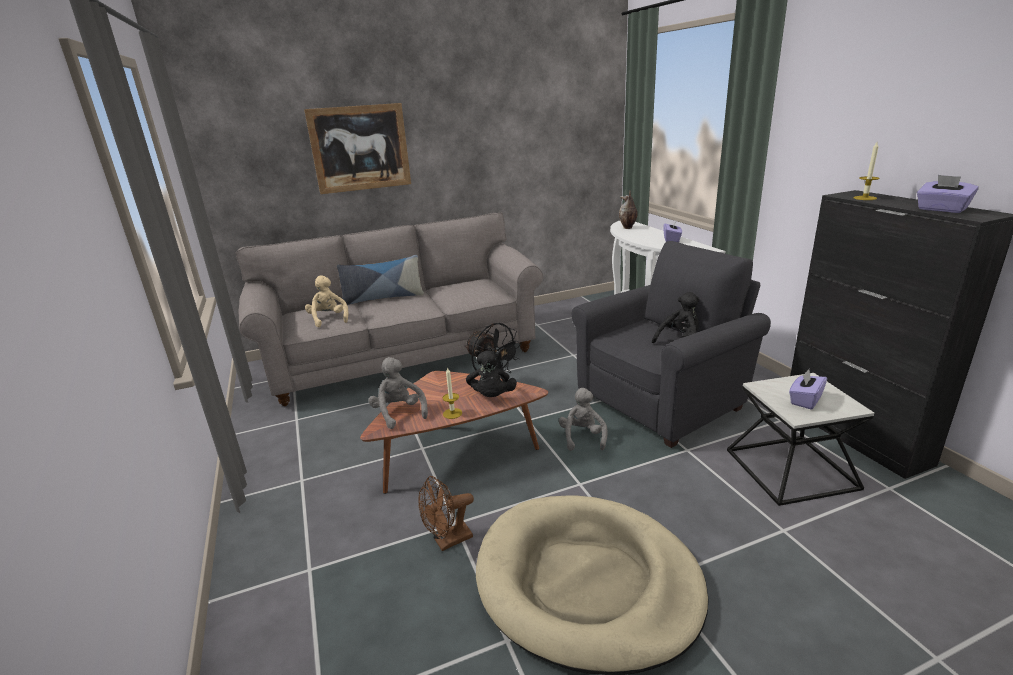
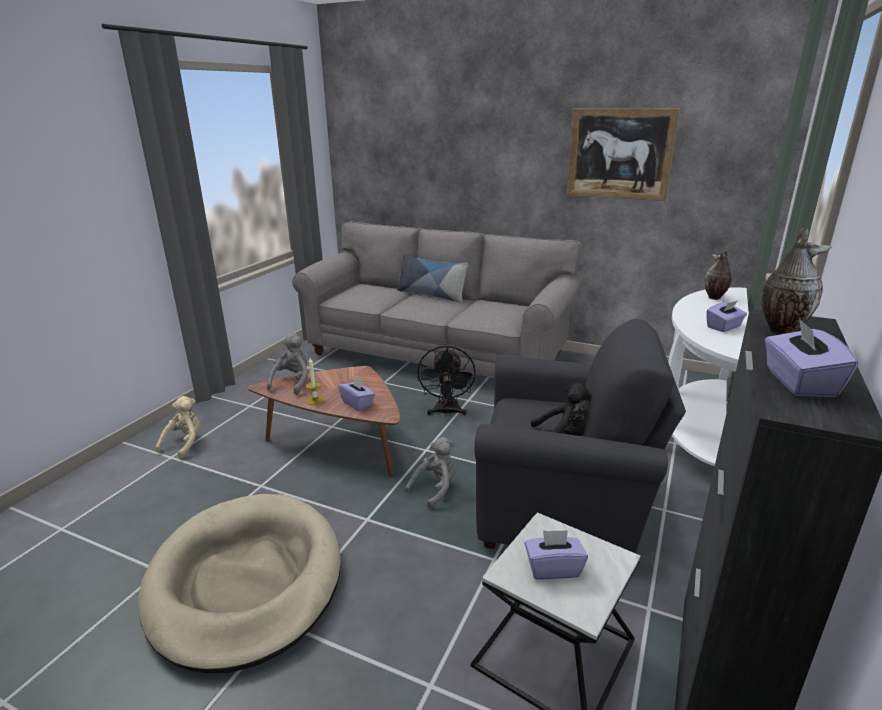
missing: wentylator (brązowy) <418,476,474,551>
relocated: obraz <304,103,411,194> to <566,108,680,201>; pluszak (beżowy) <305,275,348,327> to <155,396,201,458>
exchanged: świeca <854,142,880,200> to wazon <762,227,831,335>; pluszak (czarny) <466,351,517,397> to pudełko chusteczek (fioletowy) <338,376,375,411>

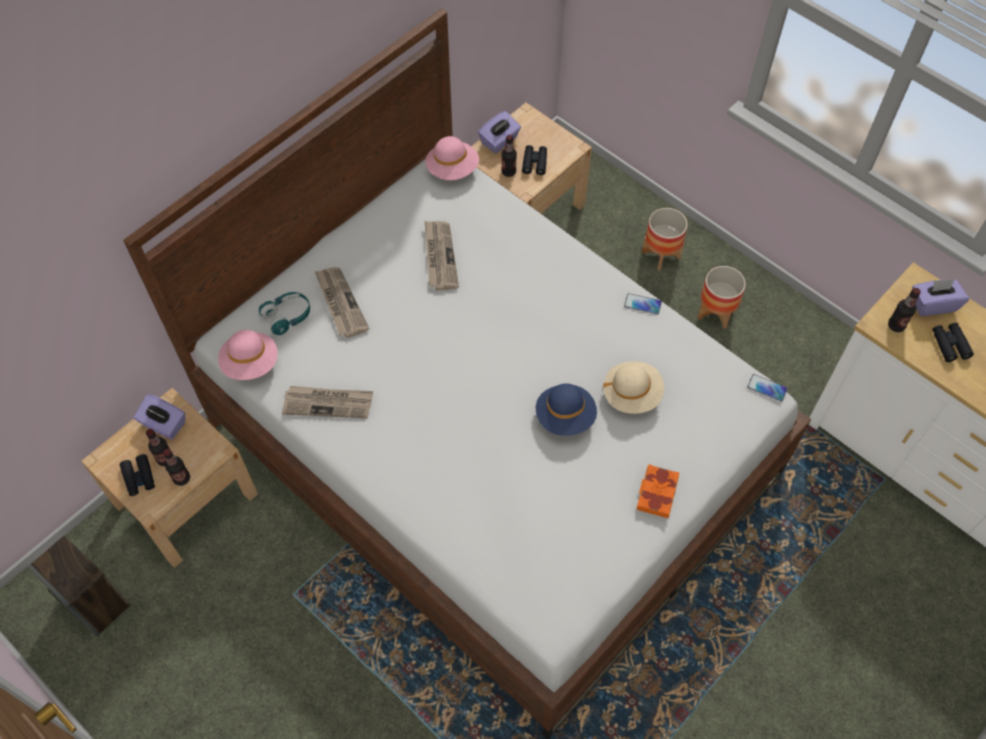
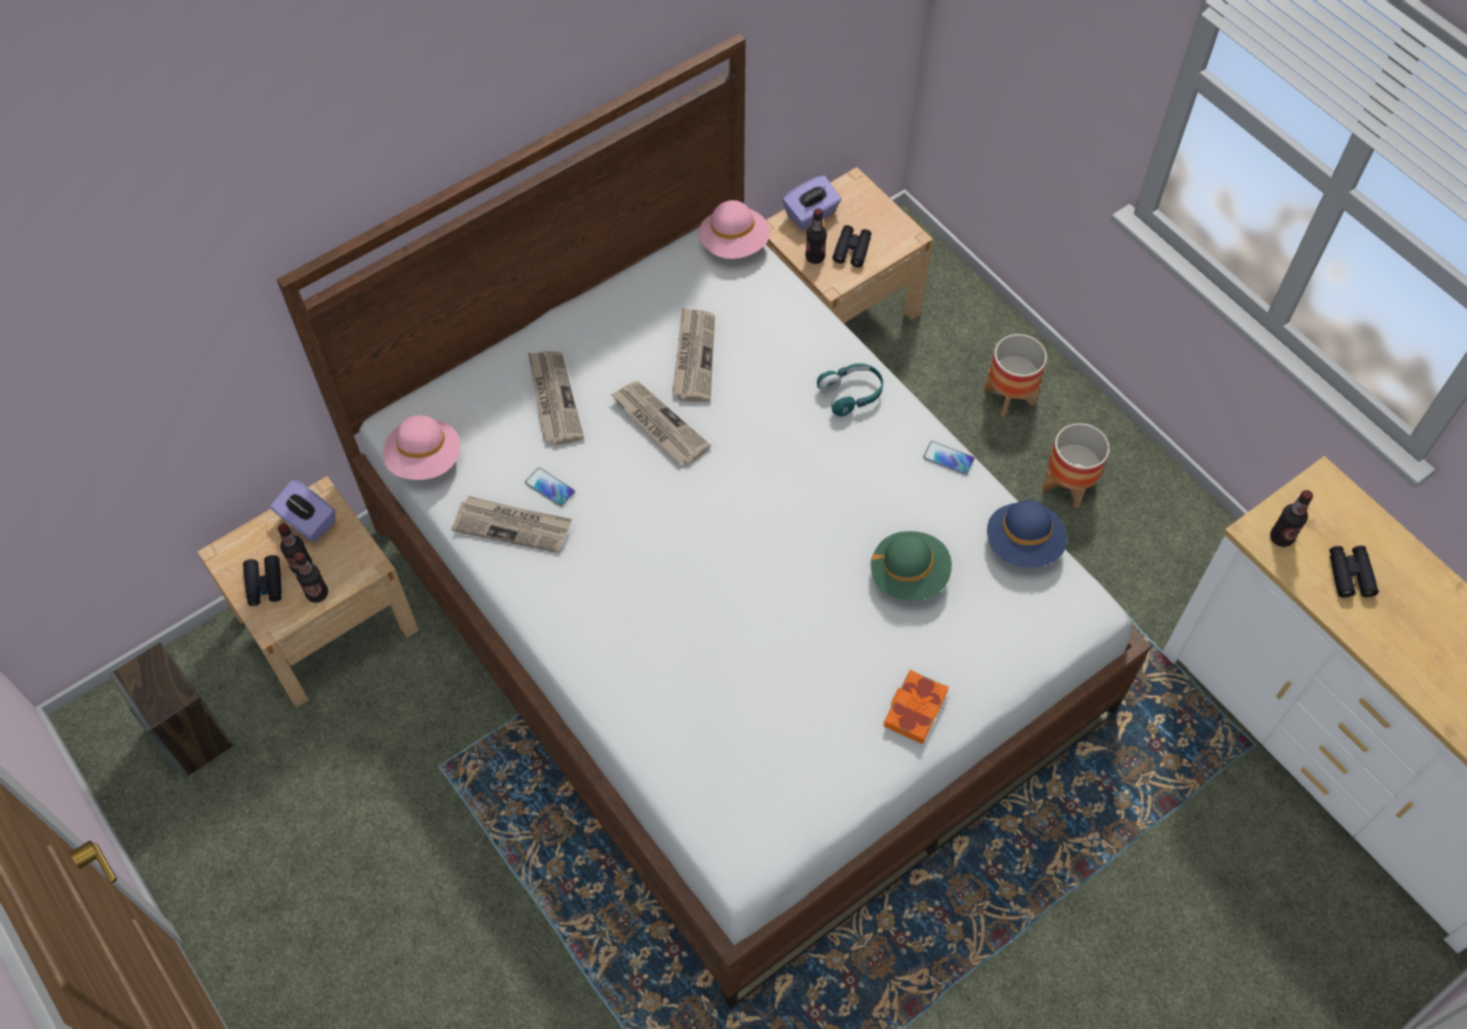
missing: pudełko chusteczek (fioletowy) <912,279,969,316>
appeared: gazeta <610,381,711,465>
relocated: słuchawki (turkusowy) <259,292,310,335> to <817,363,883,416>; telefon <747,374,788,401> to <525,468,575,507>; kapelusz (niebieski) <536,383,597,436> to <987,500,1067,568>
colour: kapelusz (beżowy) <602,361,664,414> to kapelusz (zielony) <870,531,952,601>

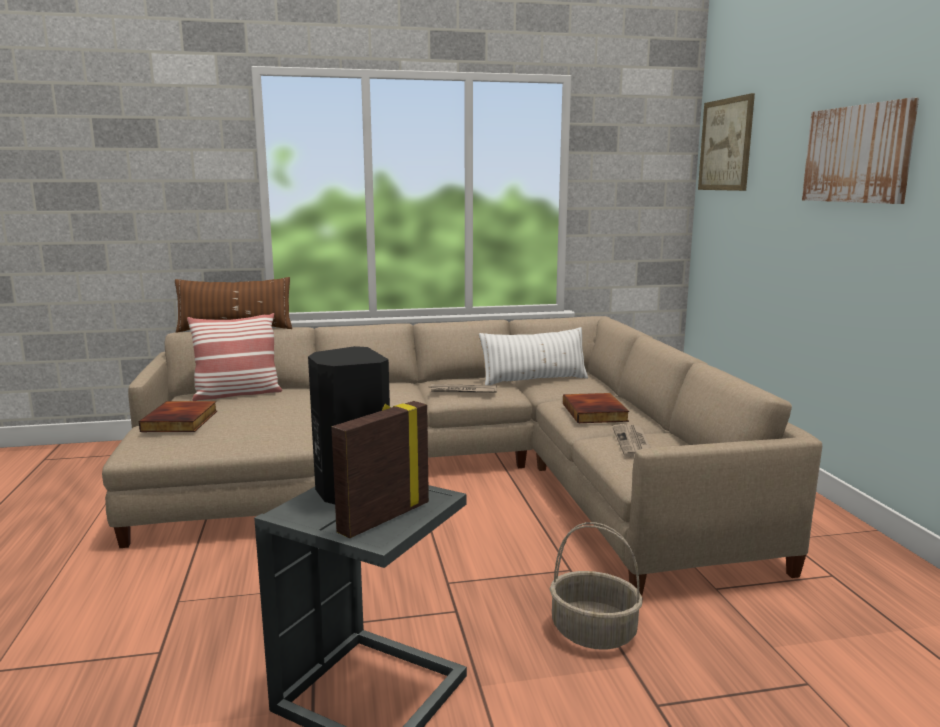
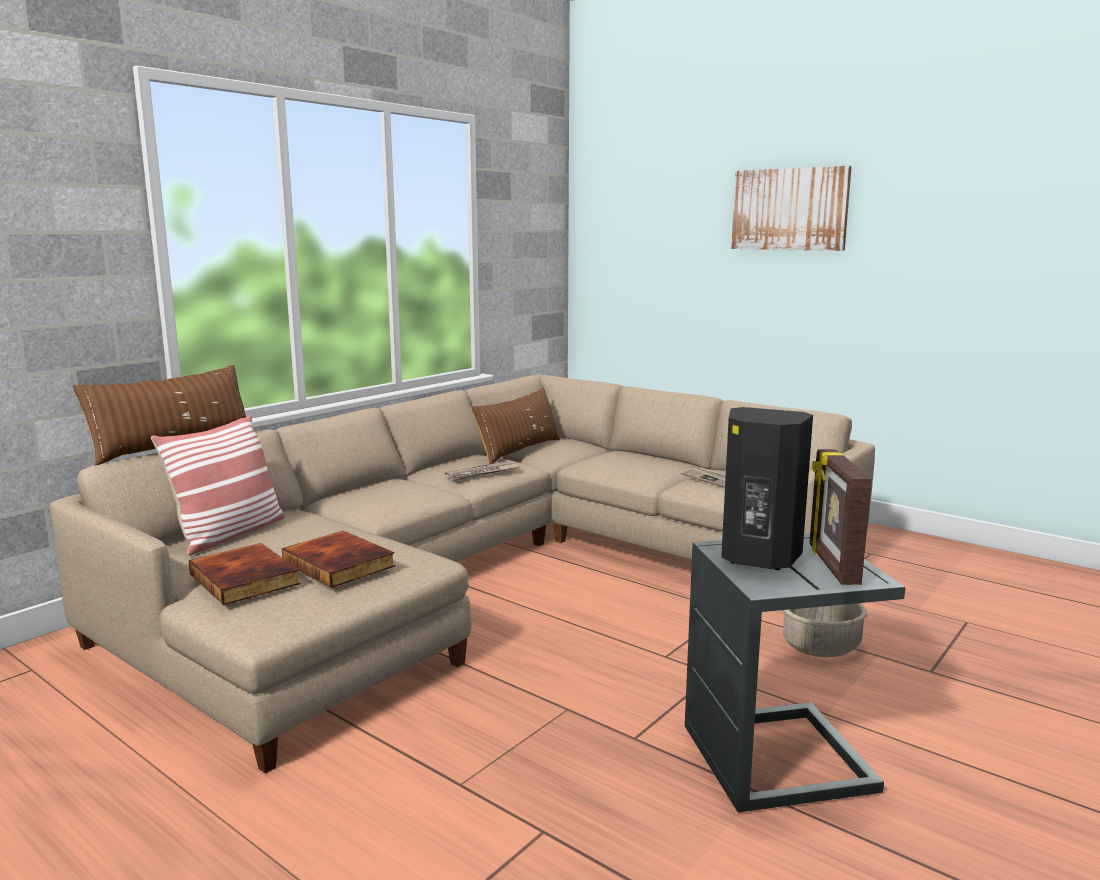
missing: obraz <698,93,755,191>
relocated: książka <563,393,629,423> to <282,530,395,588>
colour: poduszka (biały) <479,327,588,385> to poduszka (brązowy) <471,387,560,464>

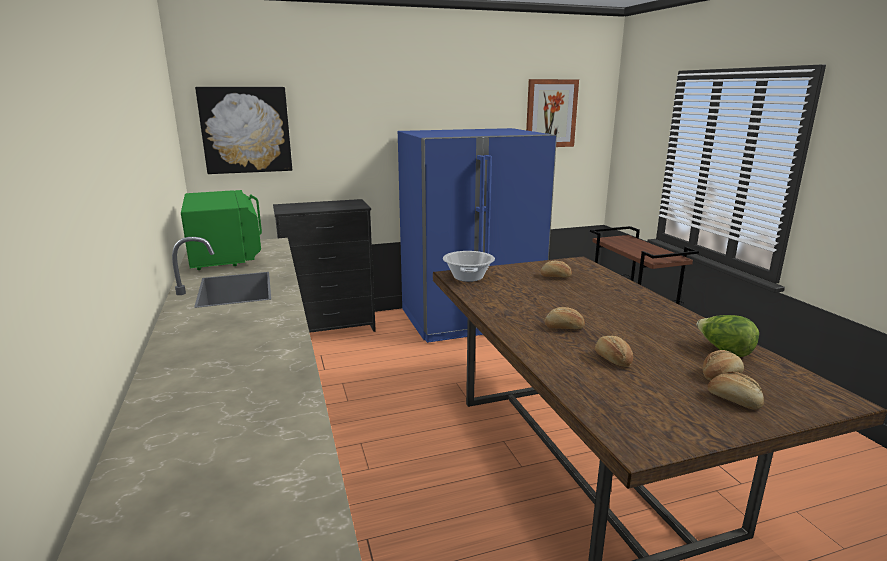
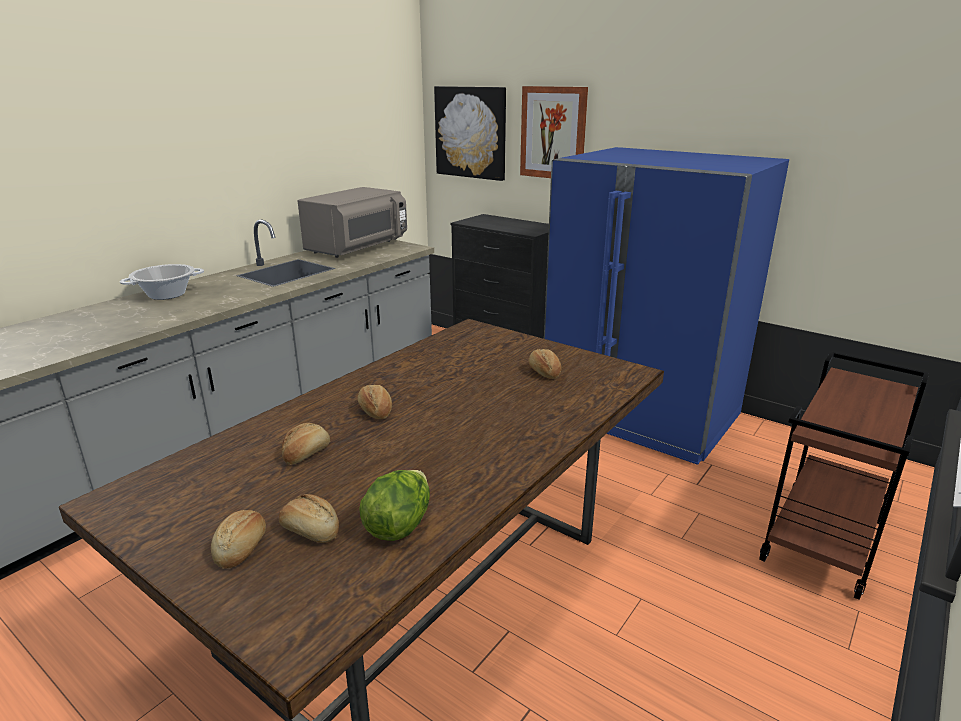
relocated: obraz <526,79,579,147> to <520,86,588,178>; garnek <443,251,495,282> to <120,264,204,300>
colour: mikrofalówka (zielony) <181,190,262,270> to mikrofalówka (szary) <298,187,407,258>

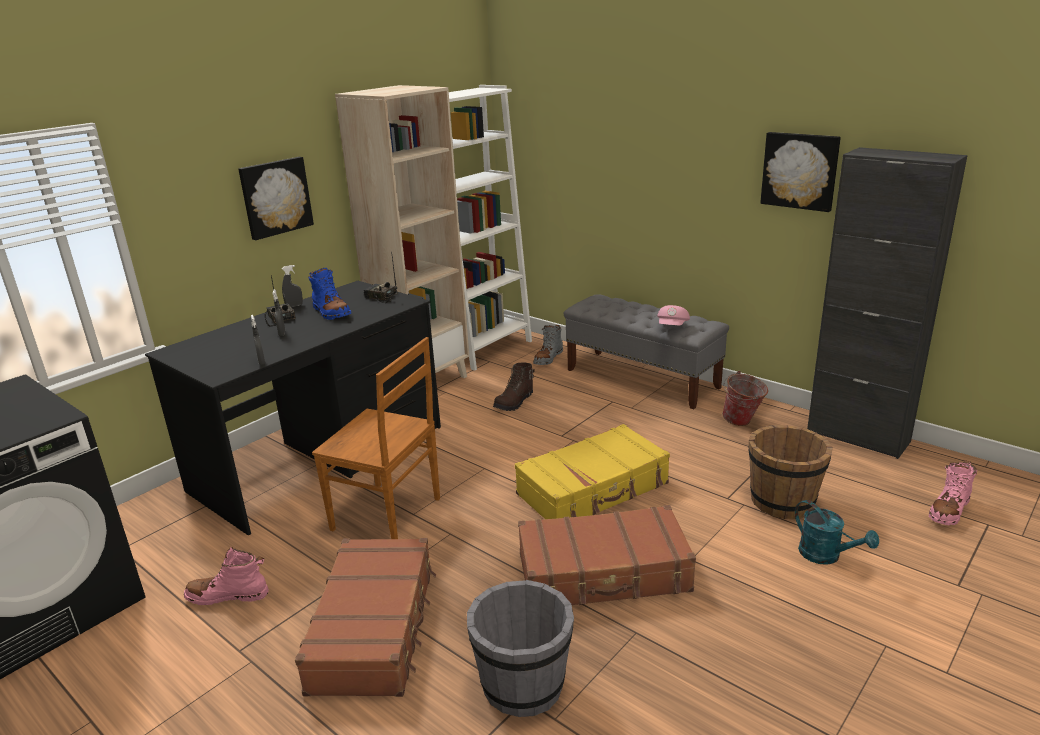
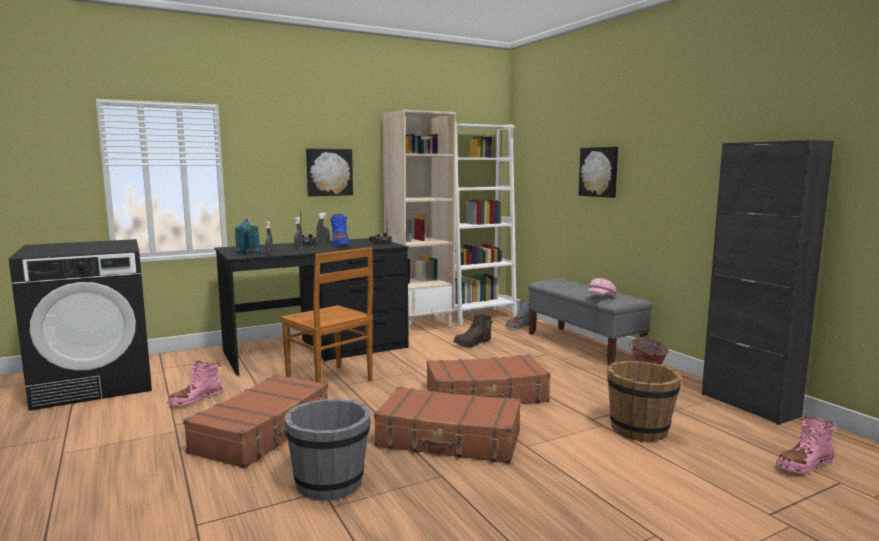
relocated: obraz <760,132,841,212> to <578,147,618,198>; konewka (turkusowy) <795,500,879,565> to <235,219,261,254>
colour: walizka (żółty) <515,424,670,519> to walizka (brązowy) <427,354,550,404>
spun: but z cholewką (różowy) <184,547,269,605> = <167,361,223,406> 75 degrees counterclockwise

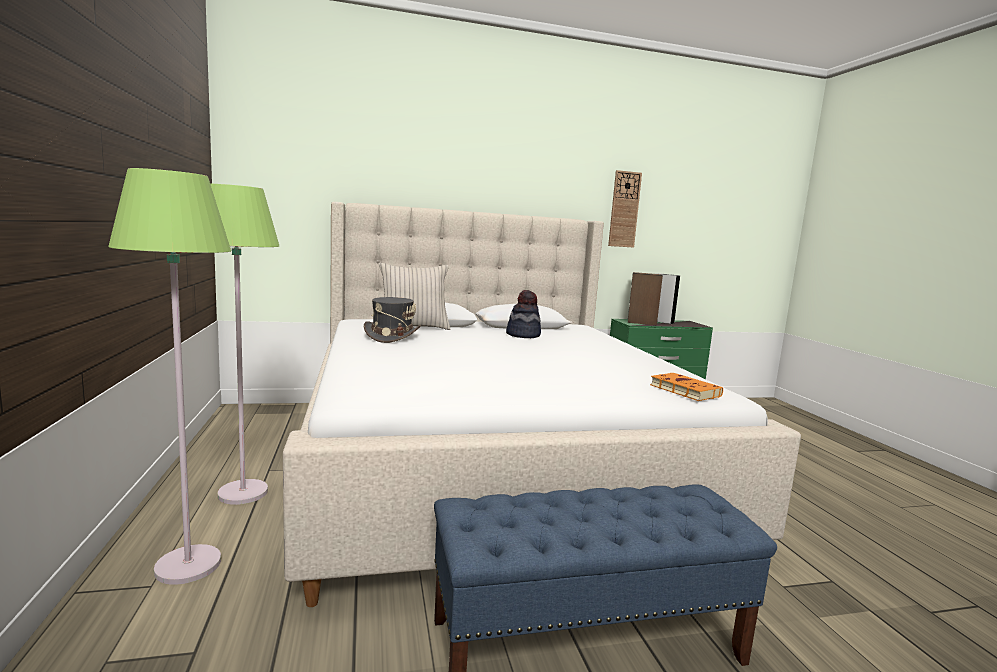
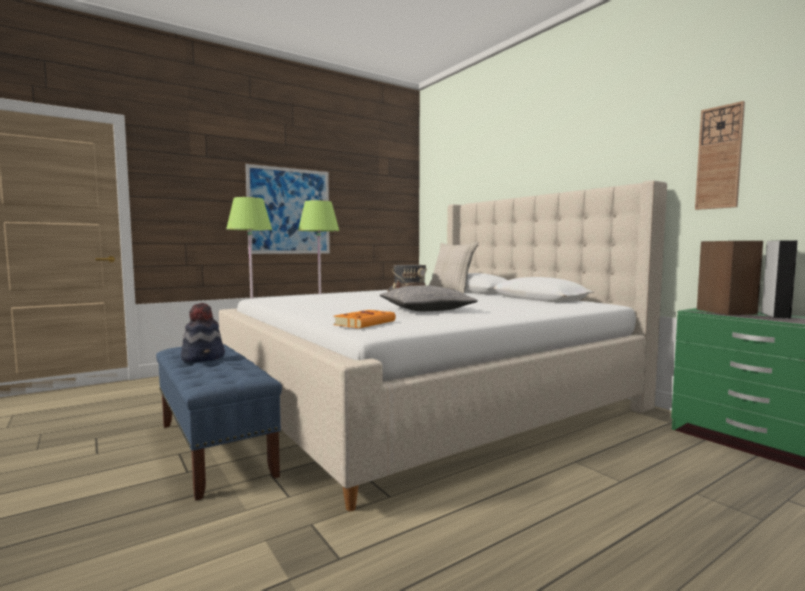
appeared: obraz <246,164,330,254>; poduszka (szary) <380,285,478,311>
relocated: kapelusz <506,290,541,338> to <181,303,225,362>

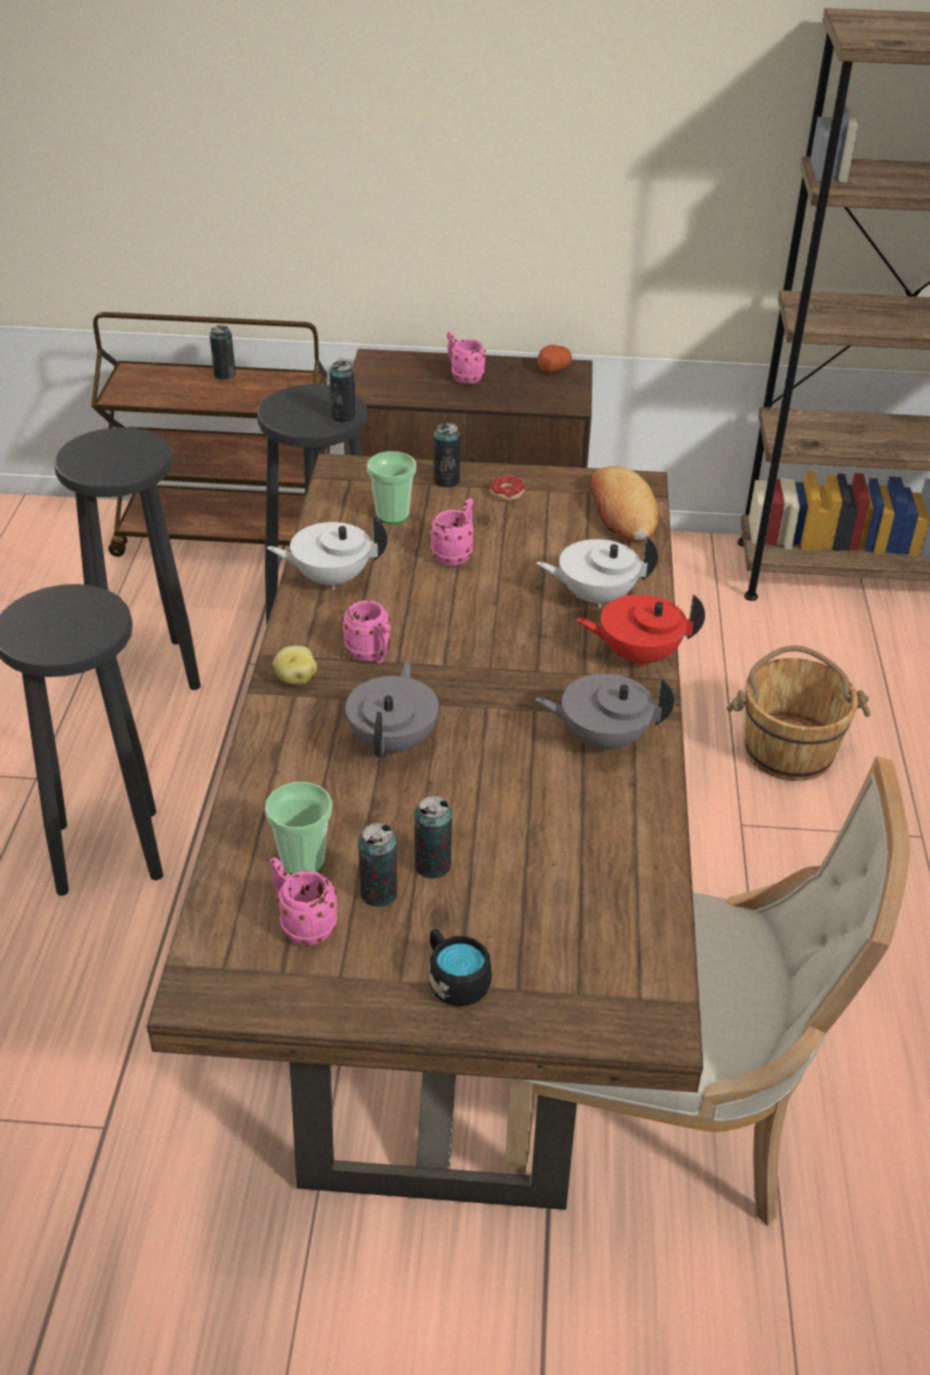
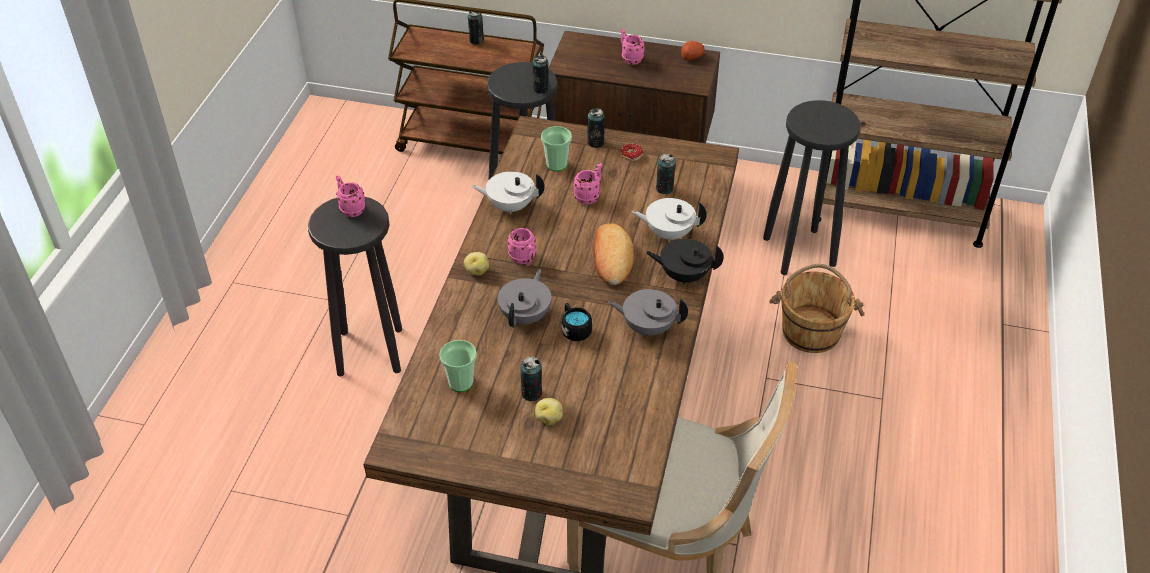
appeared: ziemniak <535,398,563,425>
relocated: stołek (czarny) <54,427,201,690> to <763,100,861,275>; chleb <590,466,658,542> to <593,223,634,285>; puszka <358,823,397,907> to <656,154,676,194>; kubek (różowy) <269,858,338,946> to <336,175,366,217>; kubek (czarny) <429,929,492,1006> to <561,303,592,341>
colour: imbryk (czerwony) <576,594,705,668> to imbryk (czarny) <646,239,724,285>

